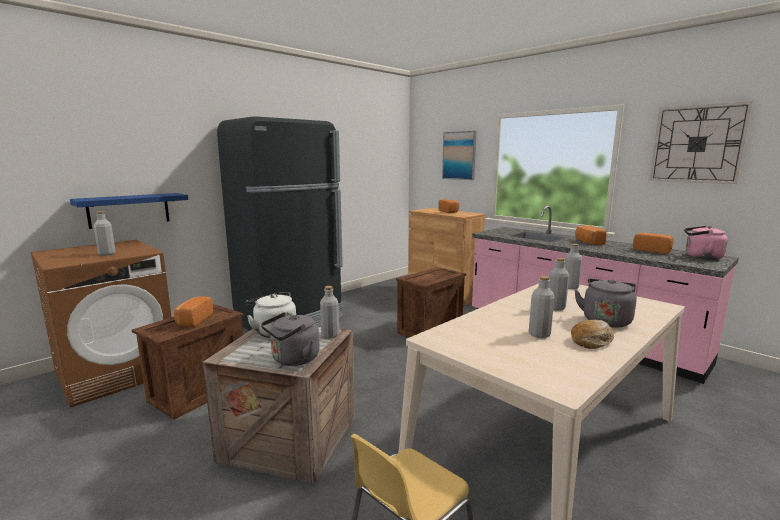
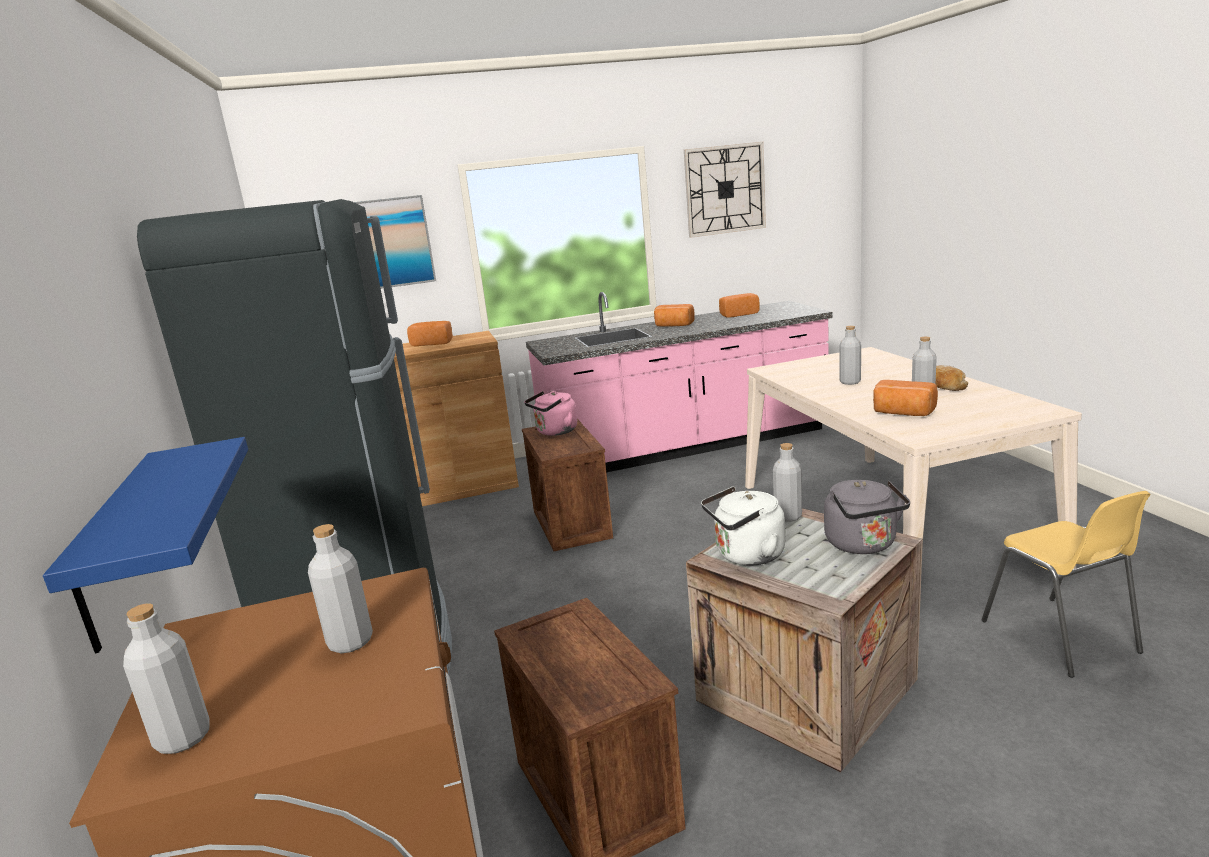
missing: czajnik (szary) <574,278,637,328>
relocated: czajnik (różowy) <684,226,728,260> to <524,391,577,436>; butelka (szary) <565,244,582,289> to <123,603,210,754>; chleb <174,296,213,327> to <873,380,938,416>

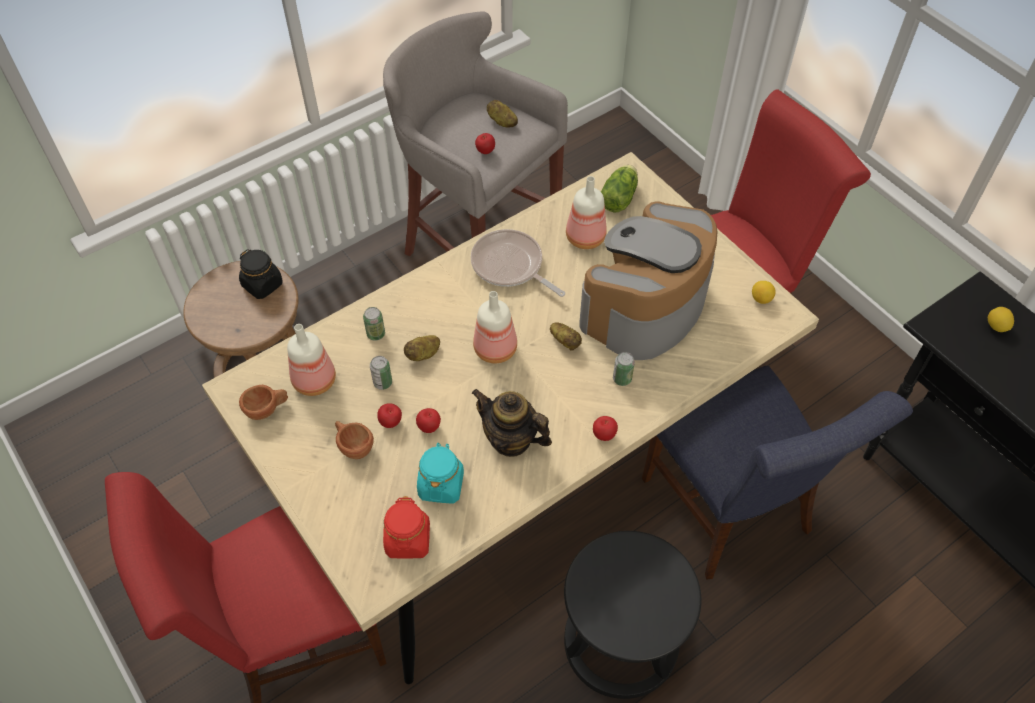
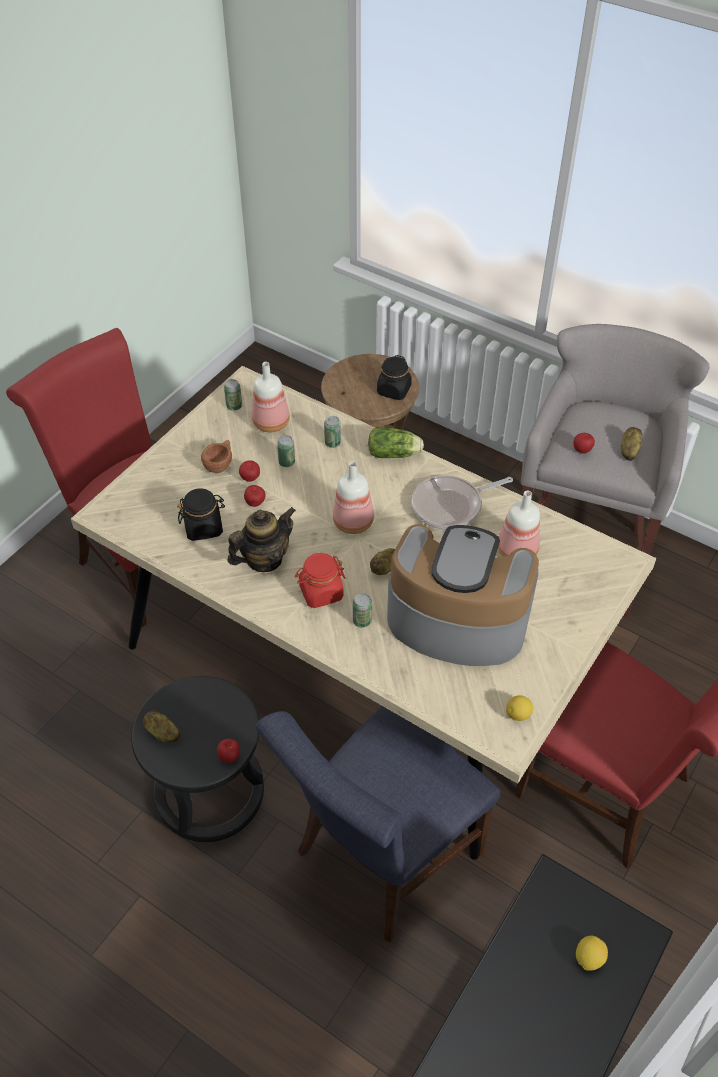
relocated: sałata <601,165,638,212> to <368,427,424,458>; ziemniak <404,335,440,361> to <143,710,180,743>; jabłko <593,416,618,441> to <217,739,240,763>; słoik (czerwony) <383,496,430,559> to <295,553,345,608>
exchanged: filiżanka (brązowy) <239,385,288,420> to puszka <224,379,242,411>
colour: słoik (turkusowy) <417,443,464,504> to słoik (czarny) <178,488,225,541>
spun: patelnia <471,229,565,297> = <412,475,513,530> 135 degrees counterclockwise; imbryk <472,389,552,457> = <228,507,296,572> 45 degrees clockwise

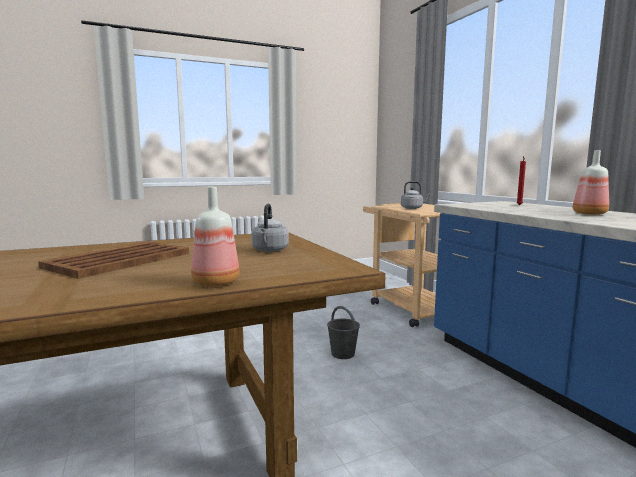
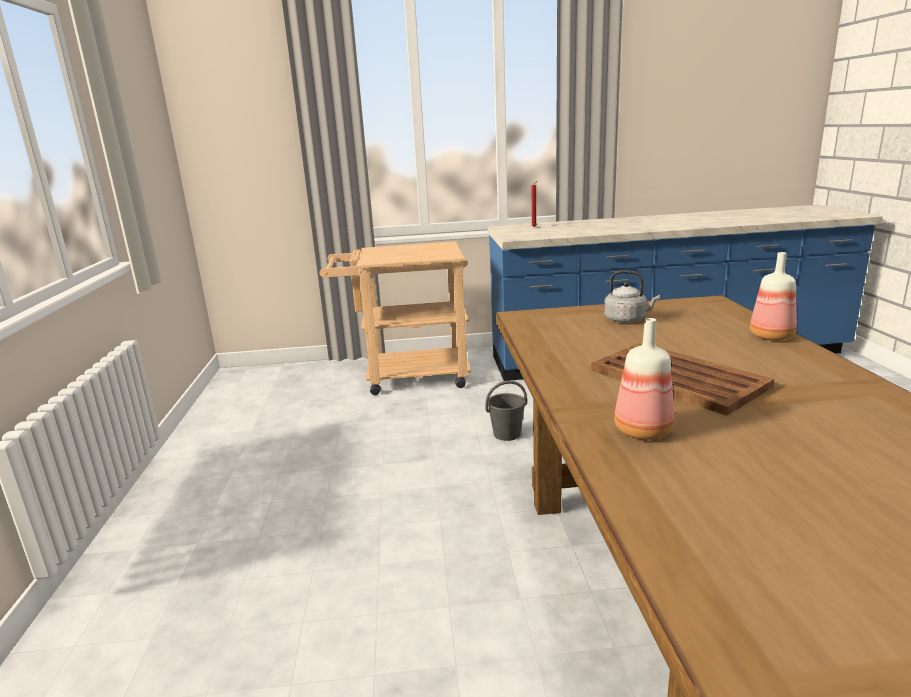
missing: czajnik (szary) <401,181,430,209>
relocated: butelka <573,150,609,215> to <614,318,674,440>

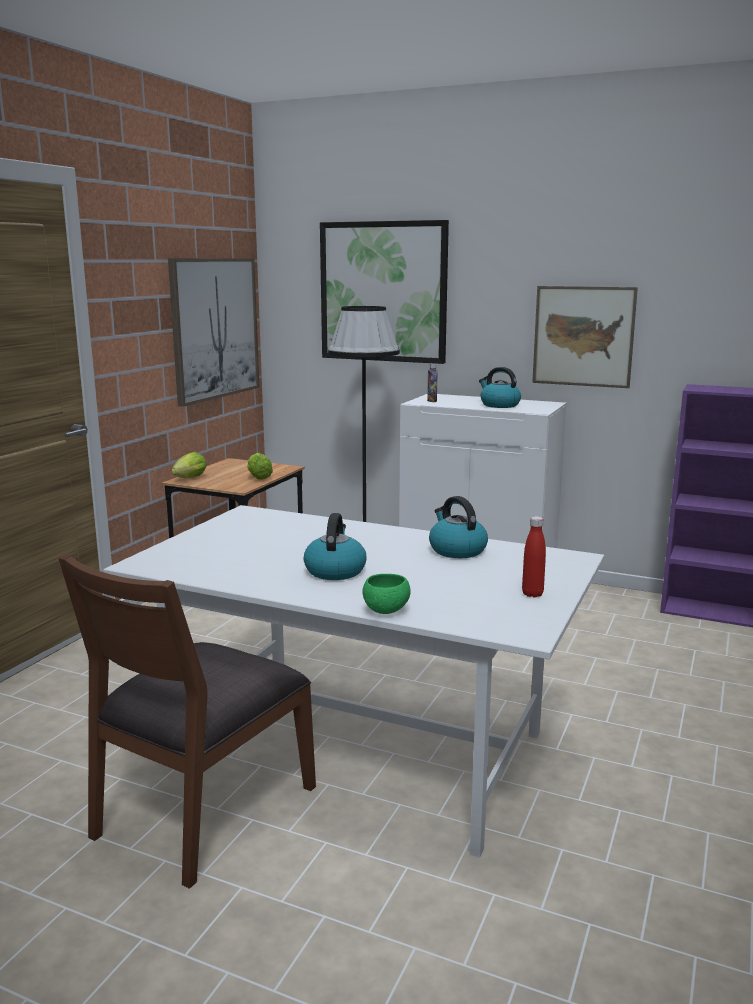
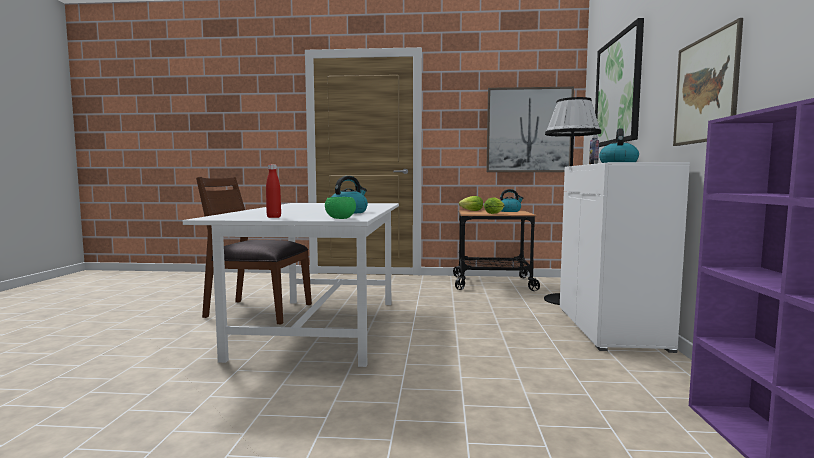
relocated: czajnik <304,513,366,580> to <500,189,523,212>; miska (zielony) <362,574,411,614> to <325,197,356,219>

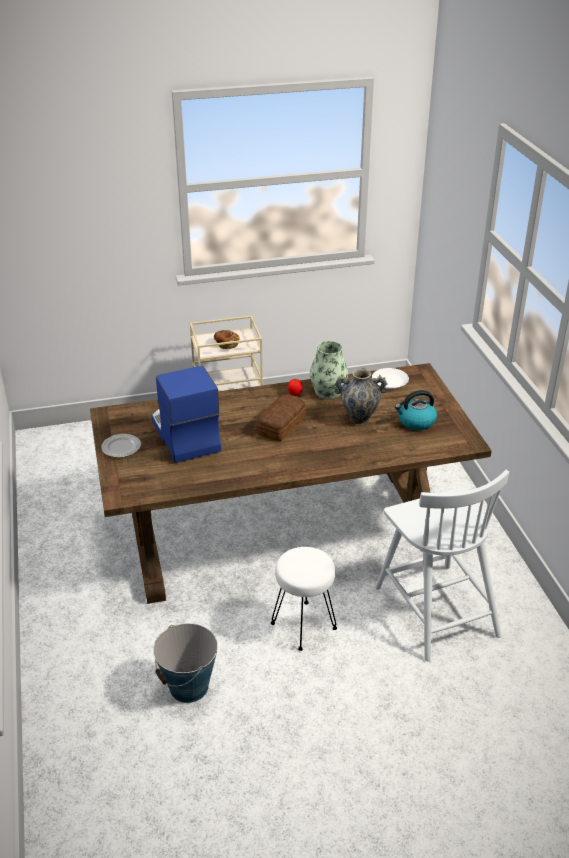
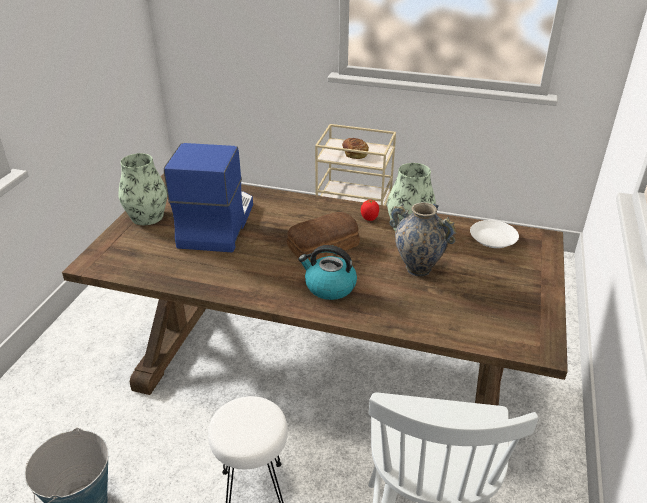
relocated: czajnik <395,390,437,430> to <298,245,357,300>
exchanged: talerz <101,434,141,458> to wazon <119,153,167,225>

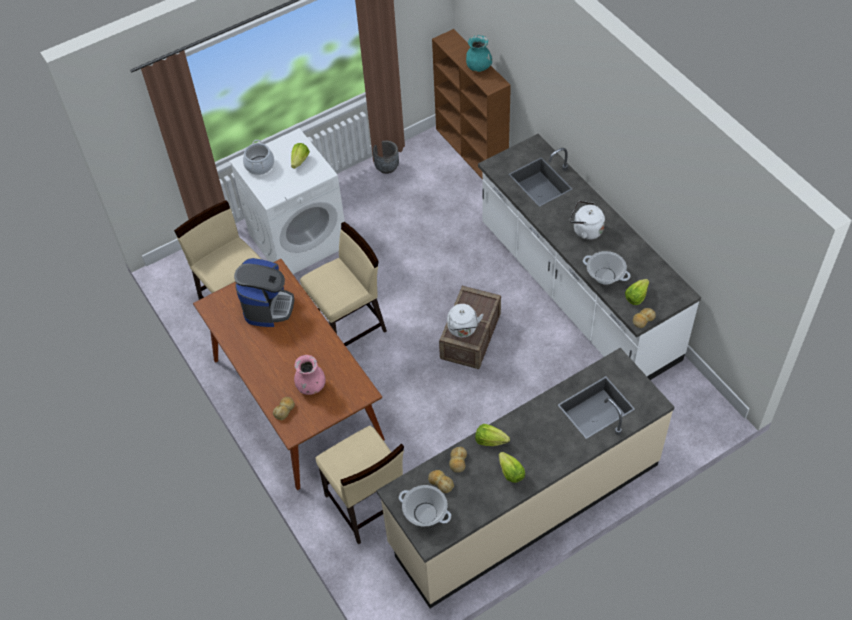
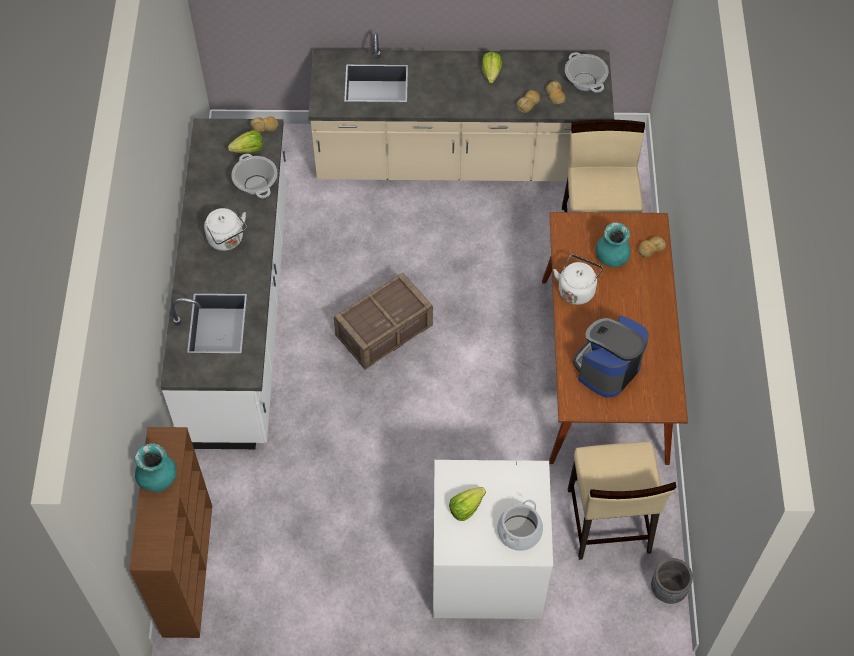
missing: krzesło (beżowy) <300,222,387,346>; sałata <475,424,510,446>
relocated: donica (szary) <373,141,399,174> to <651,558,693,604>; czajnik (biały) <447,304,484,338> to <553,255,603,305>
colour: wazon (różowy) <294,355,326,395> to wazon (turkusowy) <596,222,631,267>

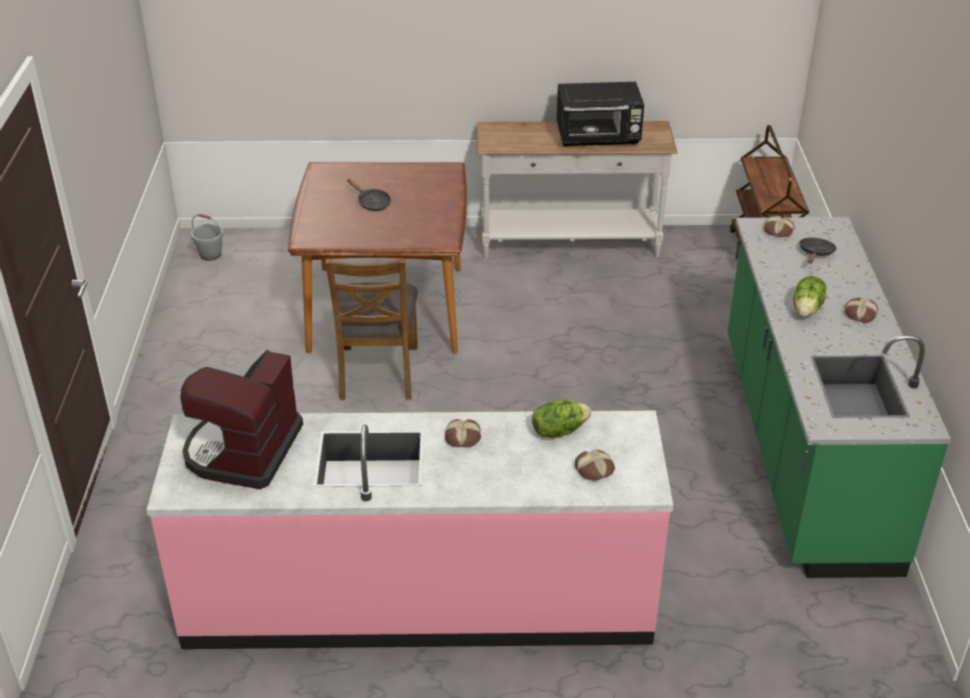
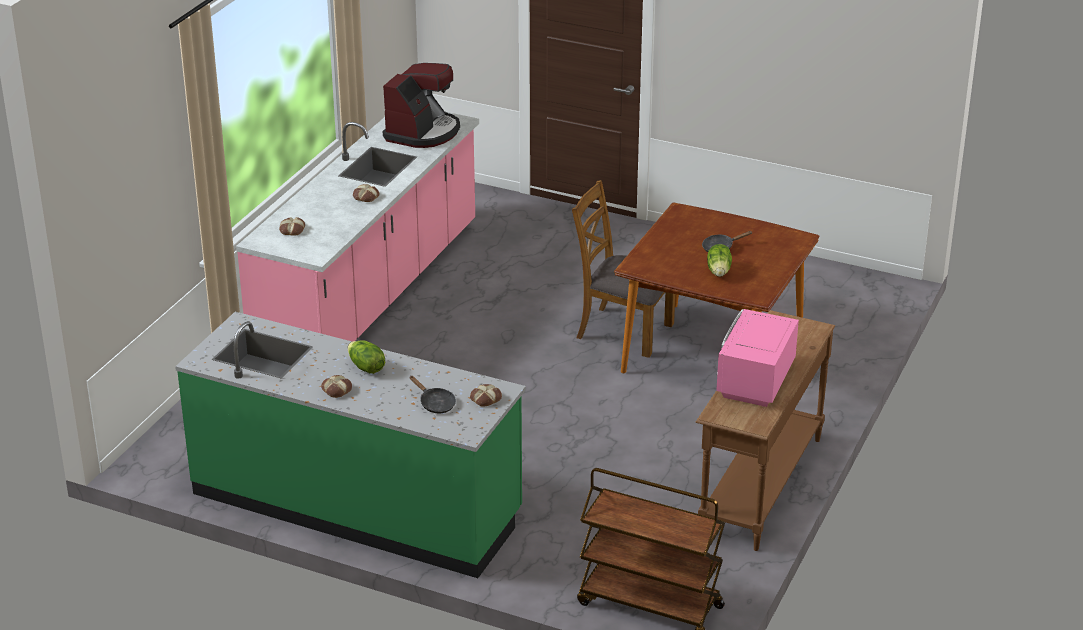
missing: wiadro (szary) <191,214,224,261>
relocated: sałata <532,400,591,438> to <707,244,732,277>
colour: mikrofalówka (czarny) <557,82,644,147> to mikrofalówka (różowy) <716,309,799,407>; stolik konsolowy (biały) <477,121,678,259> to stolik konsolowy (brązowy) <696,310,835,551>
spun: ekspres do kawy <180,350,303,489> = <383,63,460,148> 75 degrees clockwise

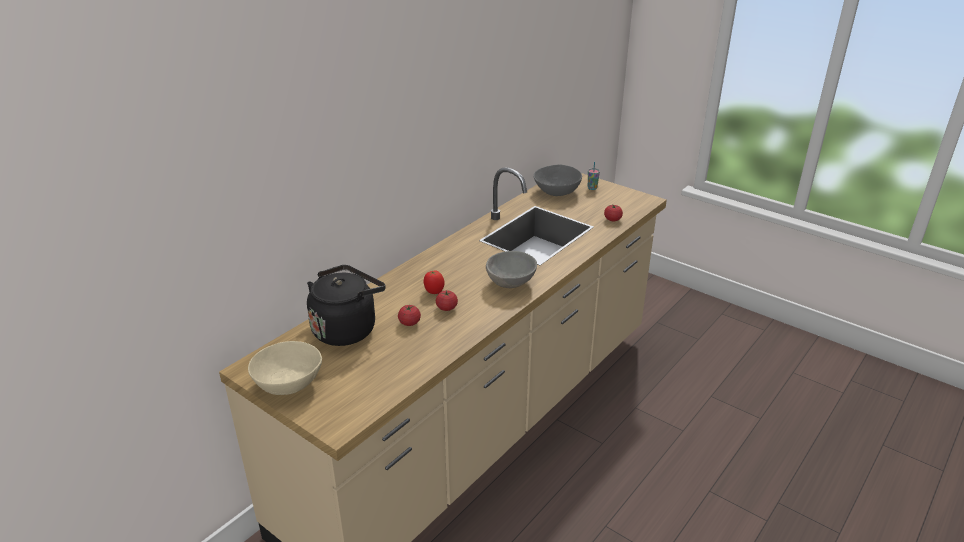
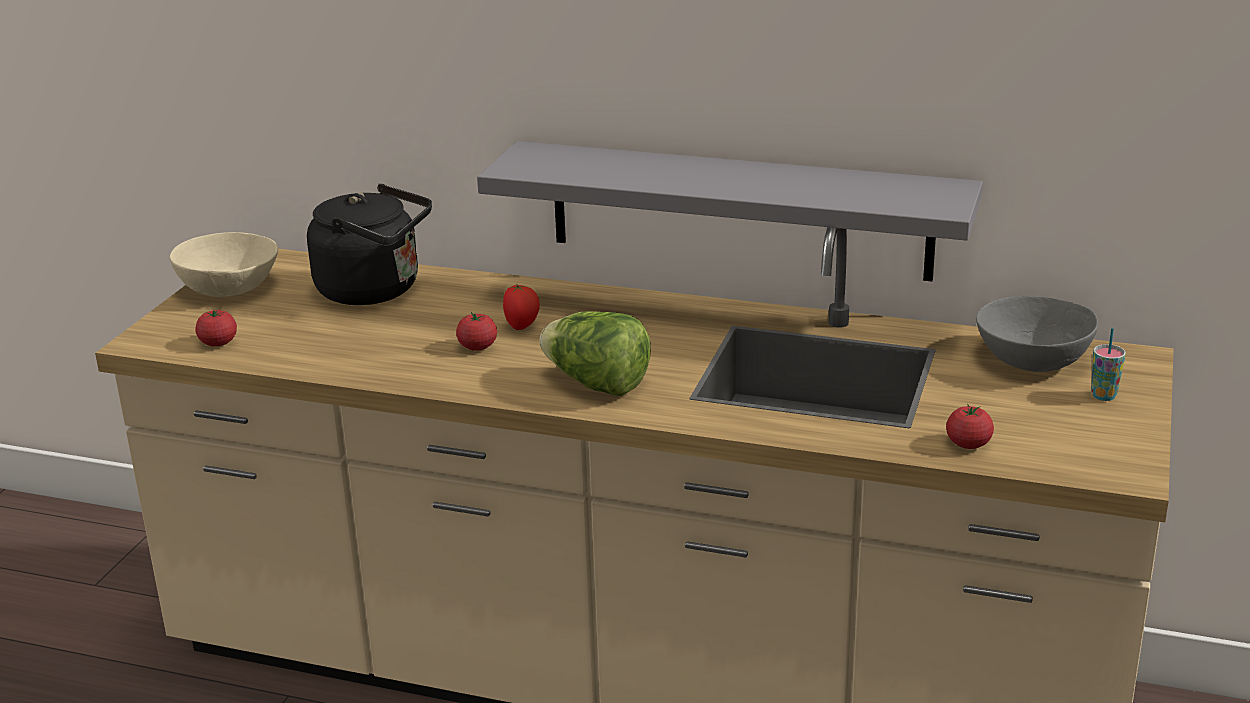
appeared: półka (szary) <477,141,983,281>
relocated: pomidor <398,304,421,326> to <195,309,237,347>
exchanged: miska (szary) <486,251,537,288> to sałata <539,311,651,396>

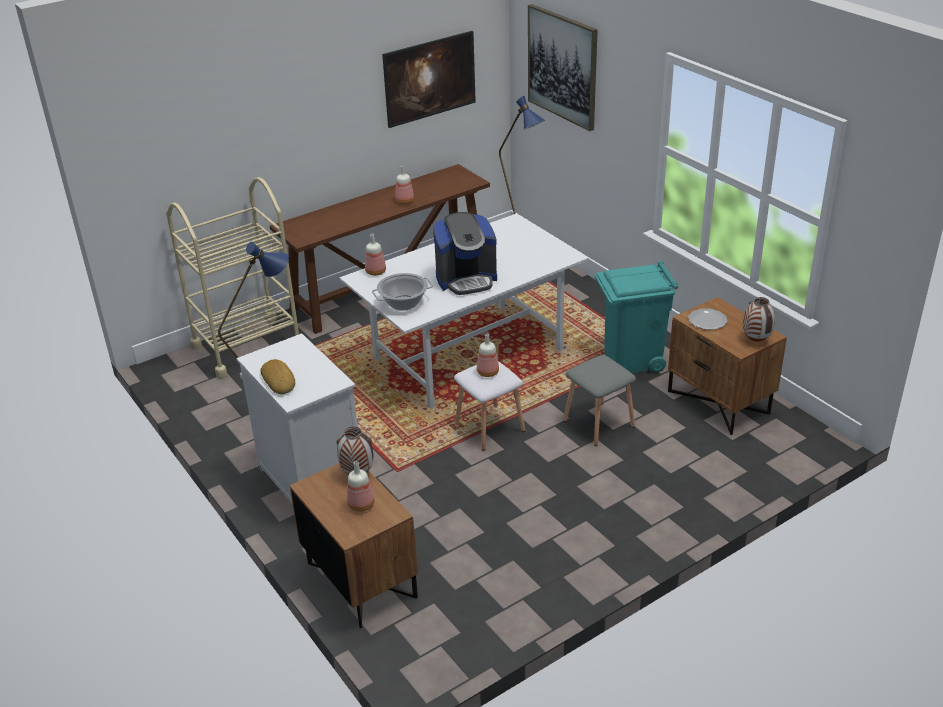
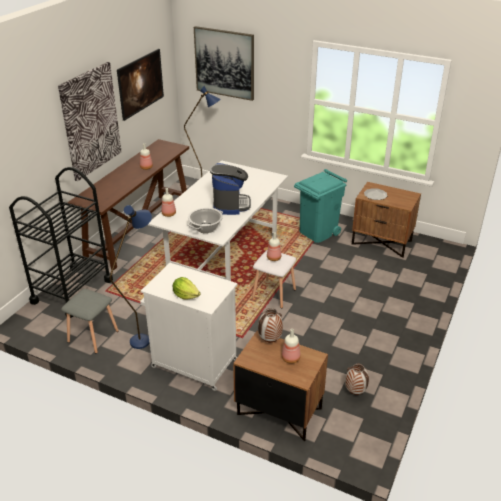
appeared: obraz <58,62,122,181>
relocated: wazon <743,297,775,342> to <345,363,369,395>; stołek (szary) <563,355,636,446> to <61,289,119,353>
exchanged: chleb <261,359,295,394> to sałata <173,277,201,300>
colour: wózek (beżowy) <166,177,299,379> to wózek (czarny) <9,167,113,318>
spun: ekspres do kawy <433,212,497,295> = <210,163,251,215> 45 degrees counterclockwise

